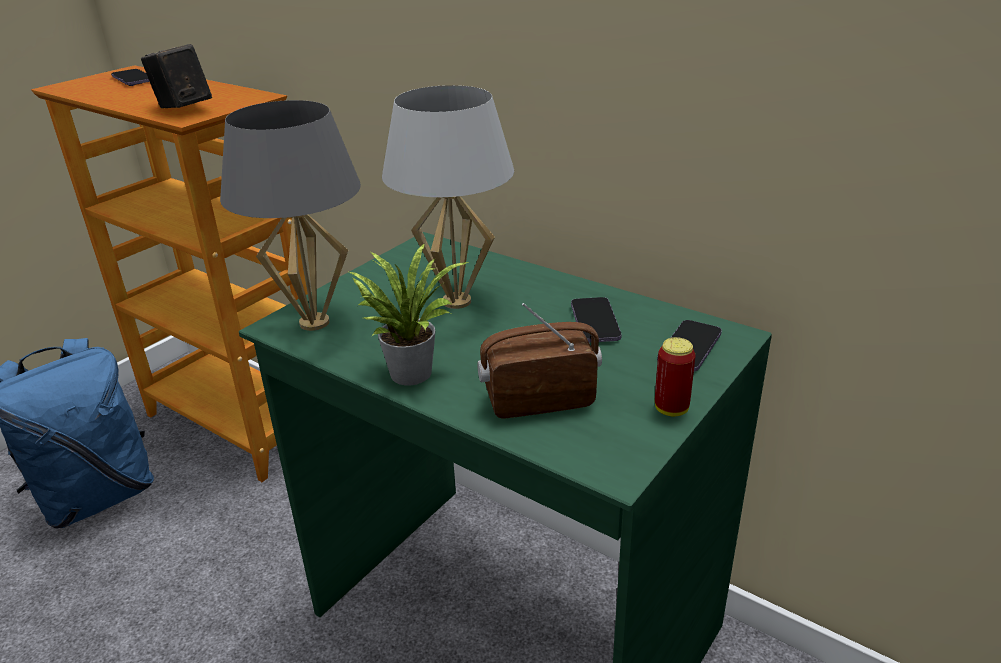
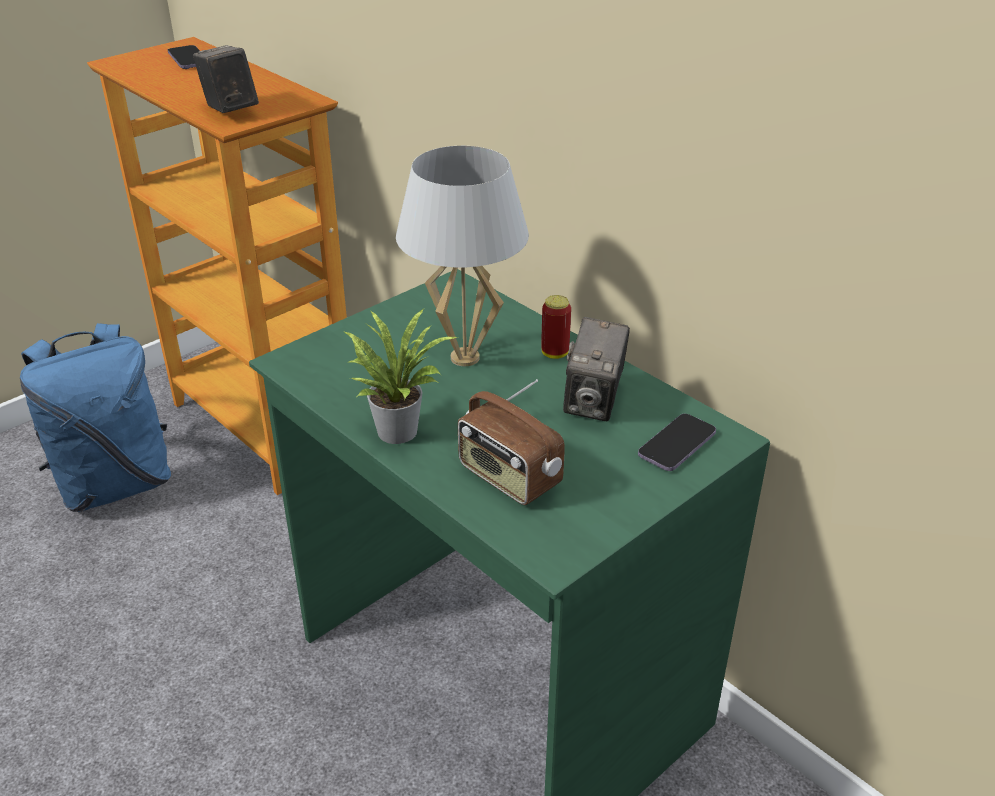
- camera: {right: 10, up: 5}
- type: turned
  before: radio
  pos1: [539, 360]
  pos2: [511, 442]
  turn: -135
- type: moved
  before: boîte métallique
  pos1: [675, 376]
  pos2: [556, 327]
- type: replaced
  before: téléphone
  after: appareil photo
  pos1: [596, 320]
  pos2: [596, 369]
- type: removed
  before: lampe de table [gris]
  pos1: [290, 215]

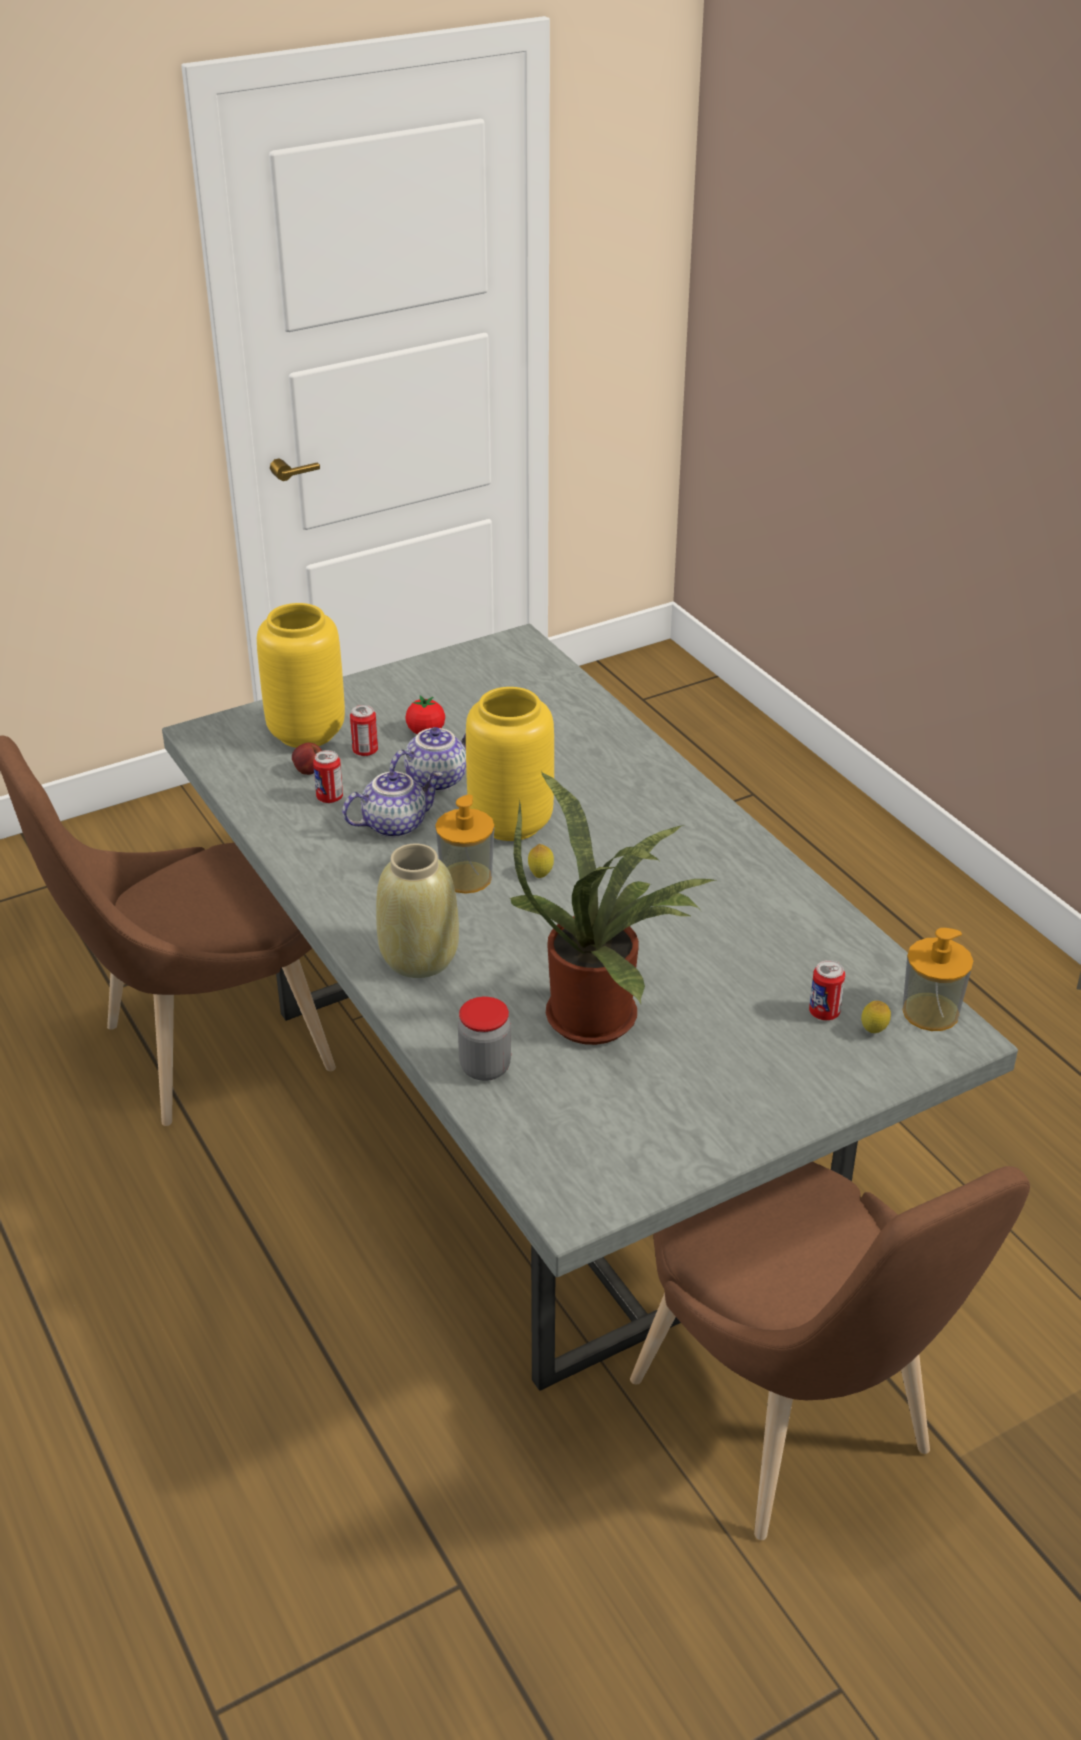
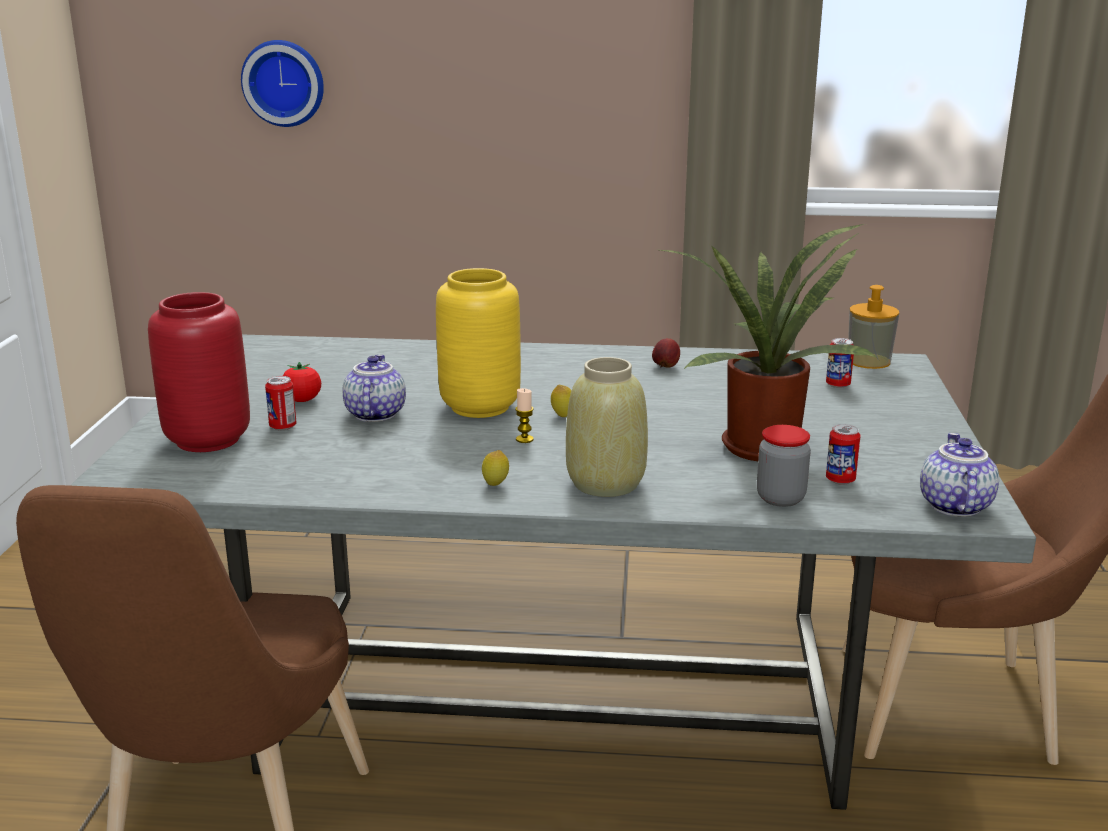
- camera: {right: -55, up: -15}
- type: recoloured
  before: vase [jaune]
  after: vase [rouge]
  pos1: [301, 675]
  pos2: [199, 372]
- type: added
  after: horloge murale
  pos2: [282, 83]
- type: moved
  before: citron
  pos1: [876, 1017]
  pos2: [495, 468]
- type: replaced
  before: distributeur de savon
  after: bougie
  pos1: [464, 844]
  pos2: [524, 415]
- type: moved
  before: pomme
  pos1: [307, 759]
  pos2: [666, 352]
- type: moved
  before: boîte métallique
  pos1: [328, 776]
  pos2: [843, 454]
- type: moved
  before: théière
  pos1: [393, 804]
  pos2: [959, 475]

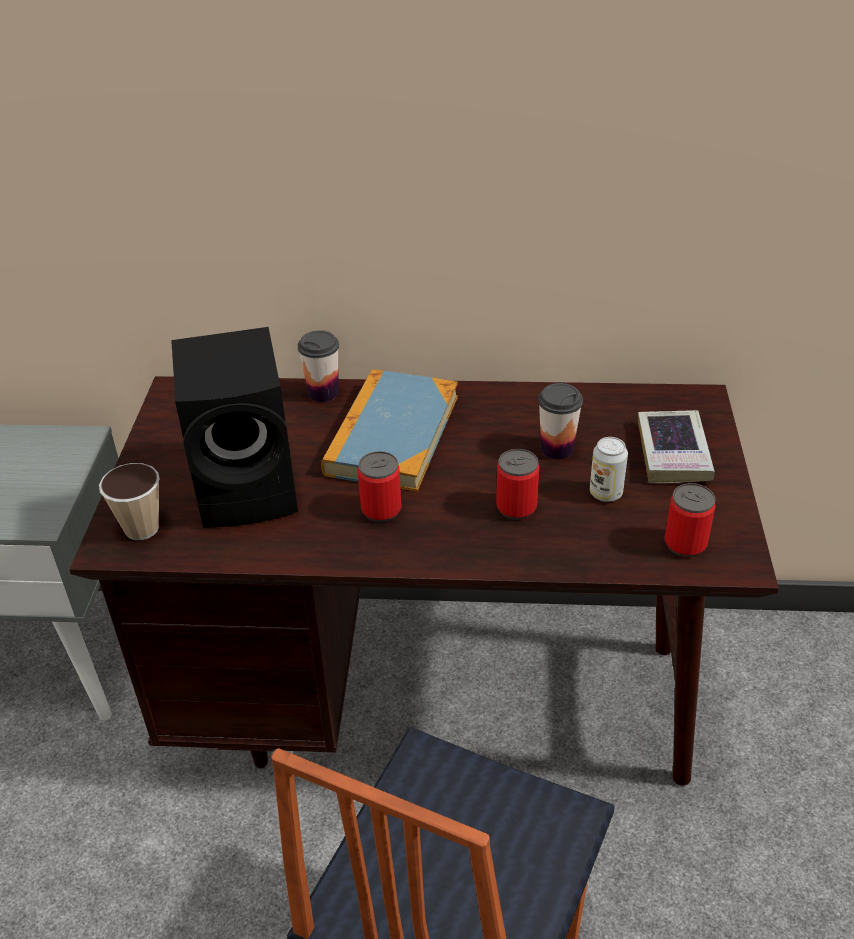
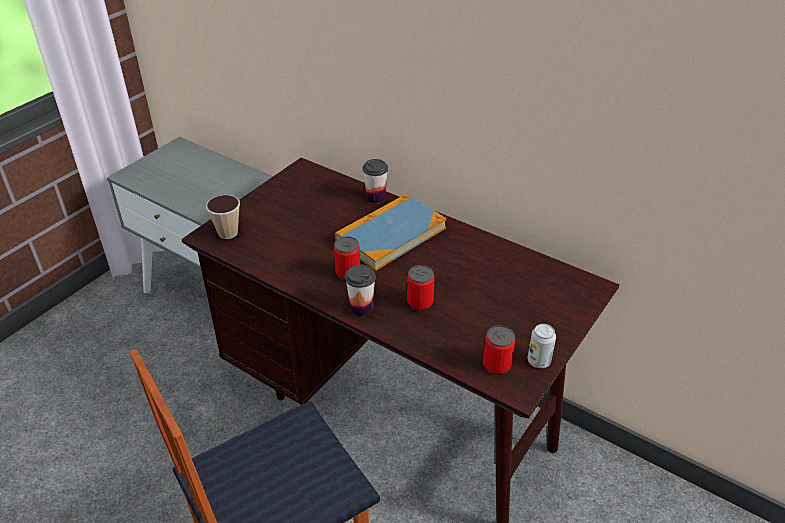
- camera: {right: 30, up: 0}
- type: moved
  before: tasse
  pos1: [560, 421]
  pos2: [360, 290]
- type: moved
  before: boîte métallique
  pos1: [609, 469]
  pos2: [542, 346]
- type: removed
  before: enceinte [noir]
  pos1: [234, 427]
- type: removed
  before: livre
  pos1: [676, 446]

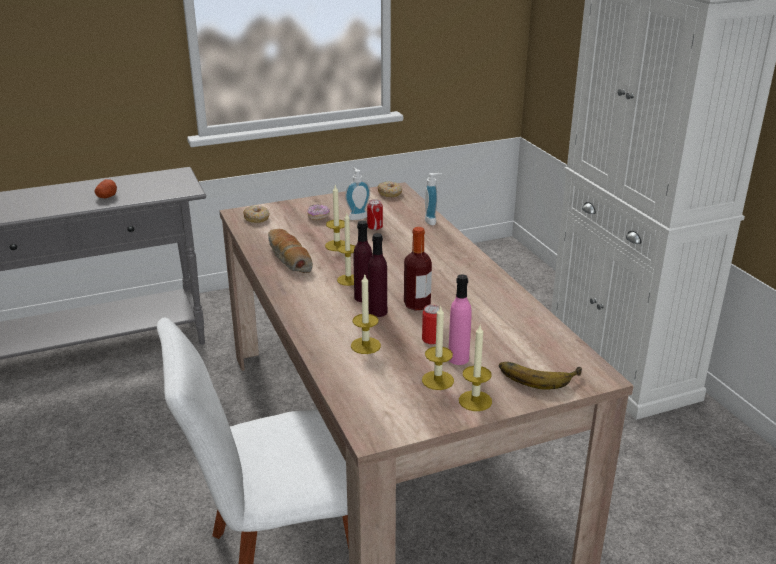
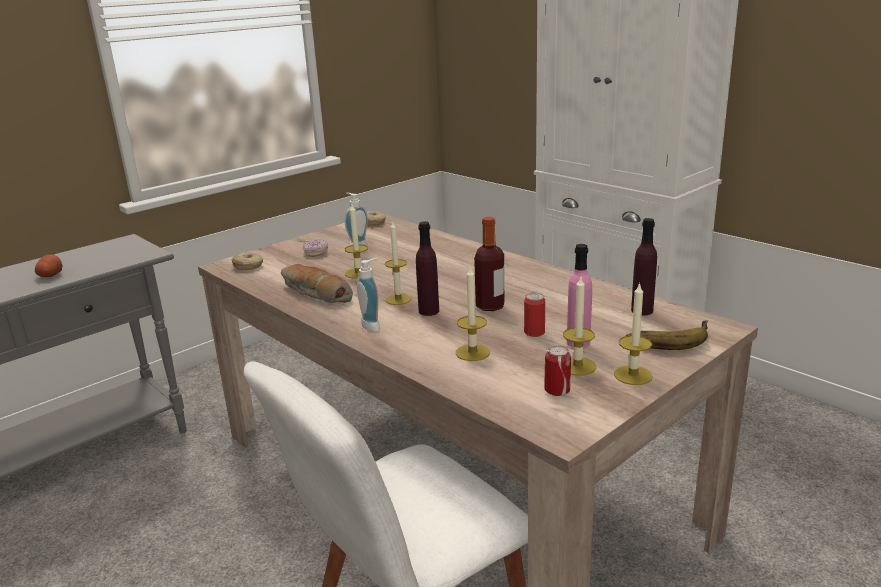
- camera: {right: -20, up: -5}
- type: moved
  before: distributeur de savon
  pos1: [433, 199]
  pos2: [368, 295]
- type: moved
  before: boîte métallique
  pos1: [375, 214]
  pos2: [557, 370]
- type: moved
  before: bouteille [violet]
  pos1: [377, 275]
  pos2: [644, 266]

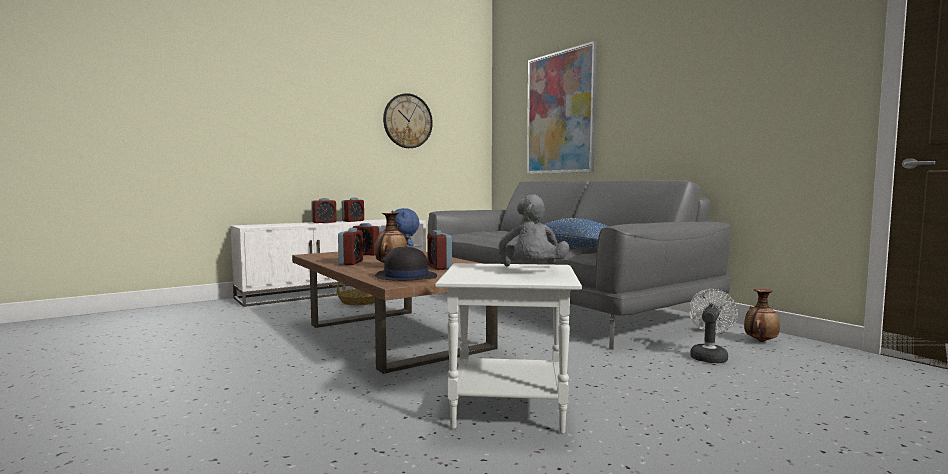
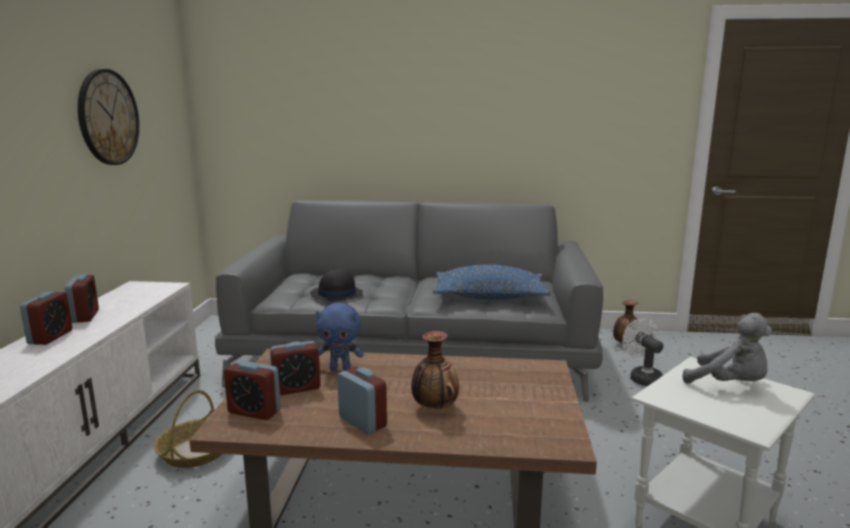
- camera: {right: -50, up: 10}
- type: moved
  before: réveil
  pos1: [439, 250]
  pos2: [252, 390]
- type: moved
  before: chapeau [noir]
  pos1: [406, 263]
  pos2: [336, 284]
- type: removed
  before: tableau
  pos1: [562, 107]

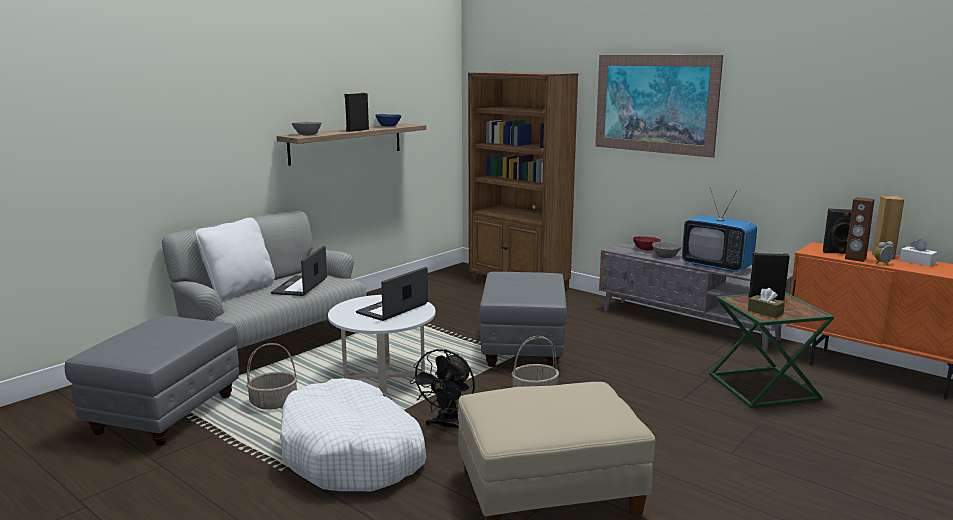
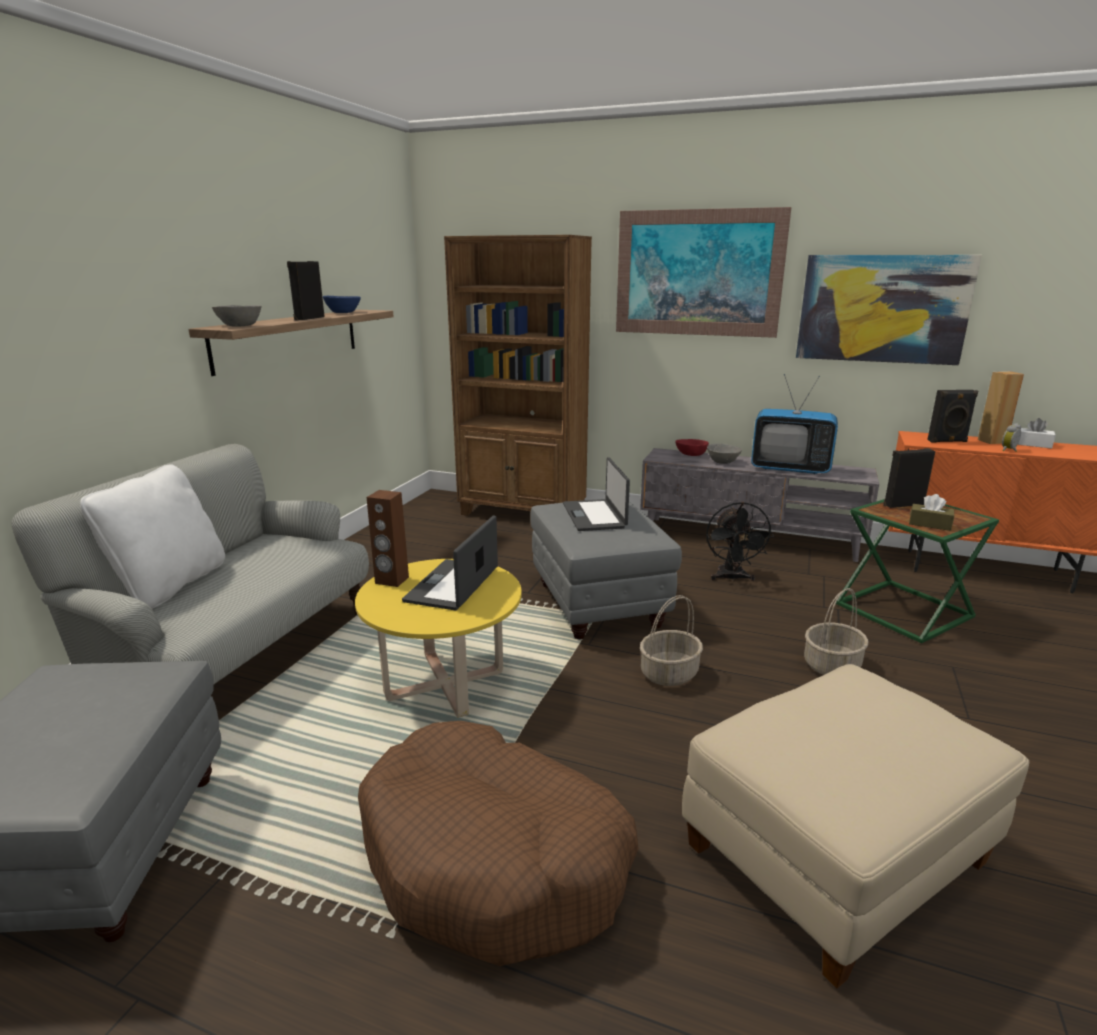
- camera: {right: -20, up: 5}
- type: recoloured
  before: table basse [blanc]
  after: table basse [jaune]
  pos1: [382, 344]
  pos2: [438, 638]
- type: recoloured
  before: panier pour chien [blanc]
  after: panier pour chien [marron]
  pos1: [353, 434]
  pos2: [498, 843]
- type: moved
  before: enceinte [marron]
  pos1: [860, 229]
  pos2: [387, 538]
- type: moved
  before: ordinateur portable
  pos1: [299, 271]
  pos2: [596, 494]
- type: moved
  before: ventilateur [noir]
  pos1: [442, 389]
  pos2: [740, 542]
- type: added
  after: tableau
  pos2: [889, 310]
- type: moved
  before: panier
  pos1: [272, 376]
  pos2: [836, 631]

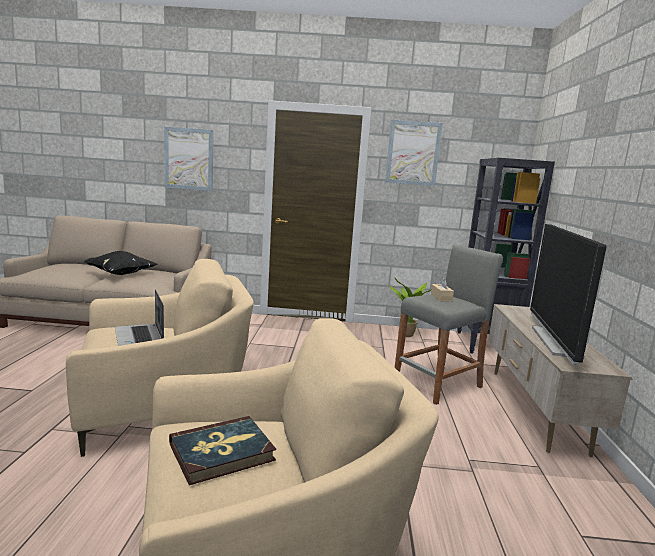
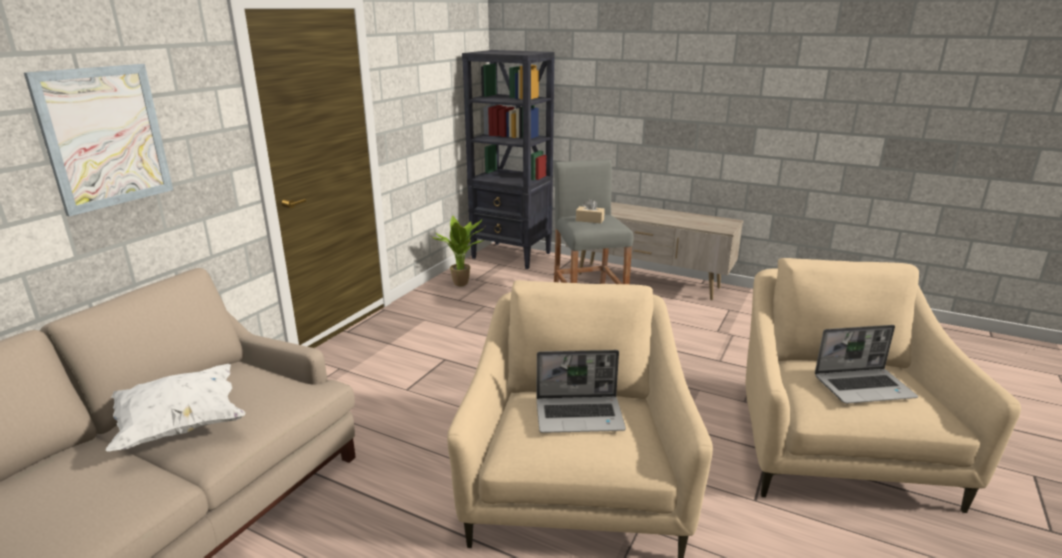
- camera: {right: -65, up: 10}
- type: recoloured
  before: coussin [noir]
  after: coussin [blanc]
  pos1: [120, 263]
  pos2: [175, 408]
- type: replaced
  before: livre
  after: ordinateur portable
  pos1: [222, 450]
  pos2: [866, 364]
- type: removed
  before: tableau
  pos1: [414, 153]
- type: removed
  before: téléviseur
  pos1: [568, 294]

